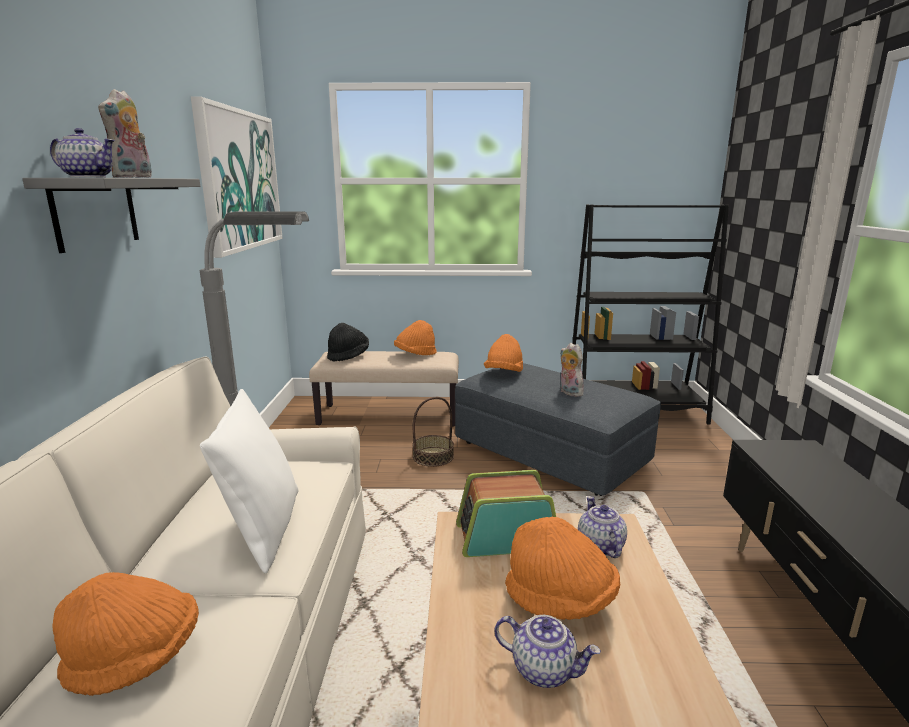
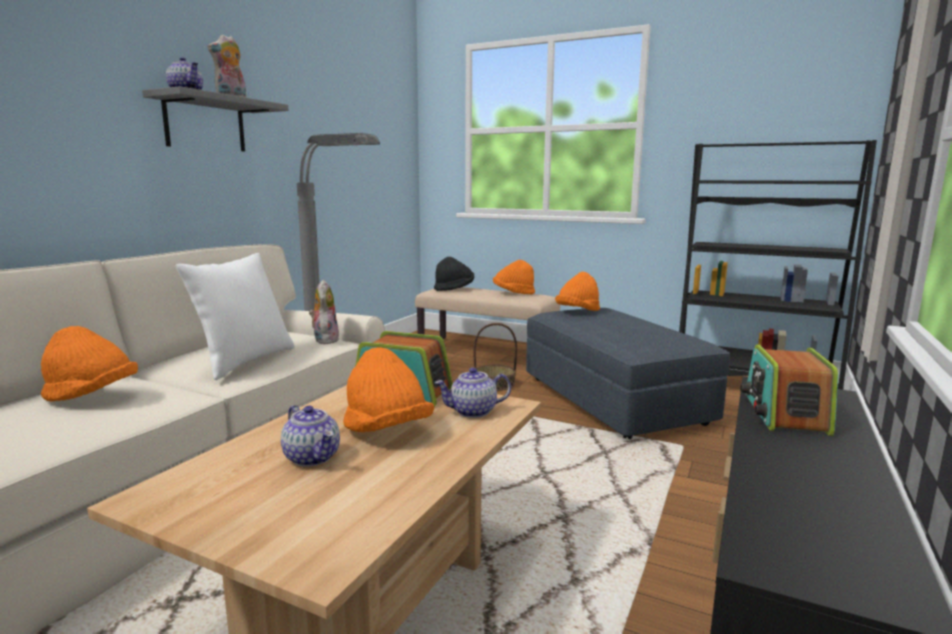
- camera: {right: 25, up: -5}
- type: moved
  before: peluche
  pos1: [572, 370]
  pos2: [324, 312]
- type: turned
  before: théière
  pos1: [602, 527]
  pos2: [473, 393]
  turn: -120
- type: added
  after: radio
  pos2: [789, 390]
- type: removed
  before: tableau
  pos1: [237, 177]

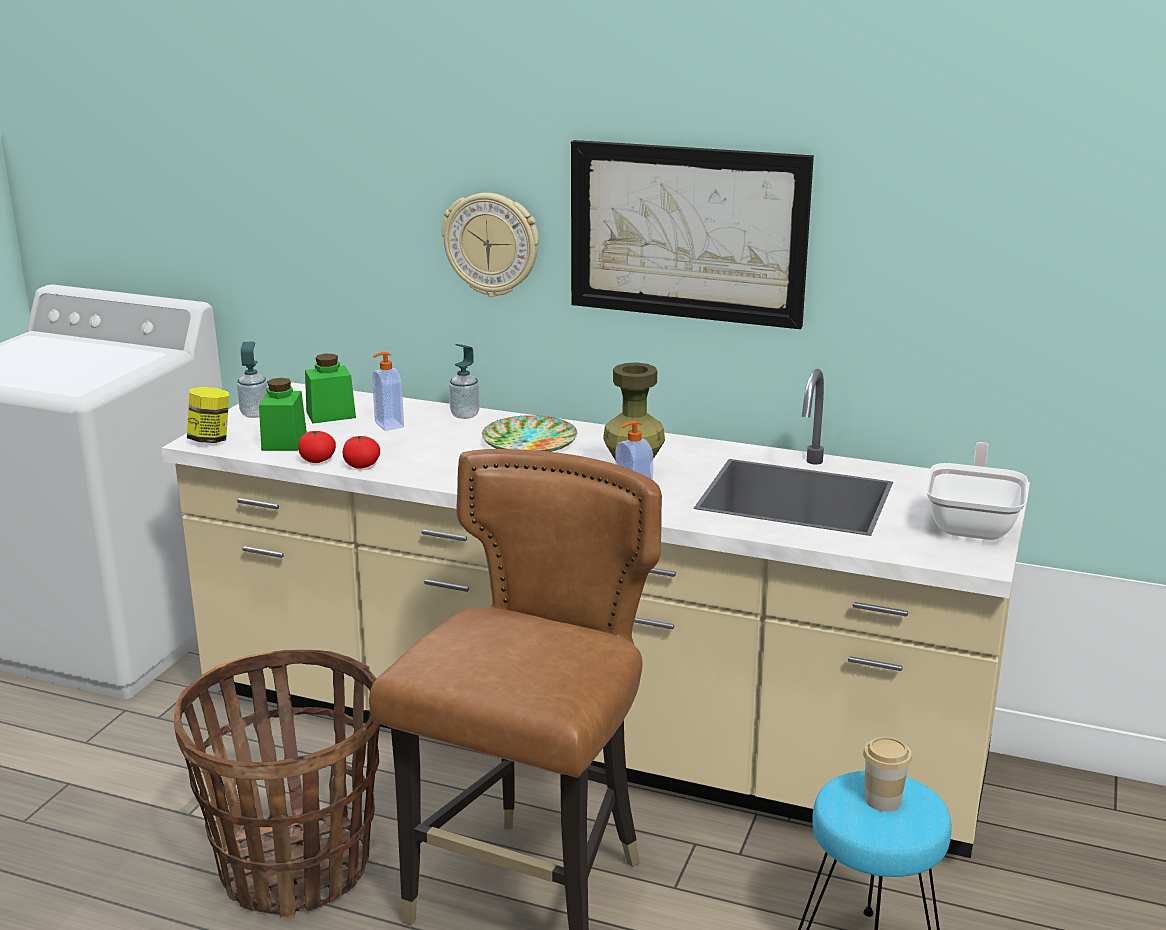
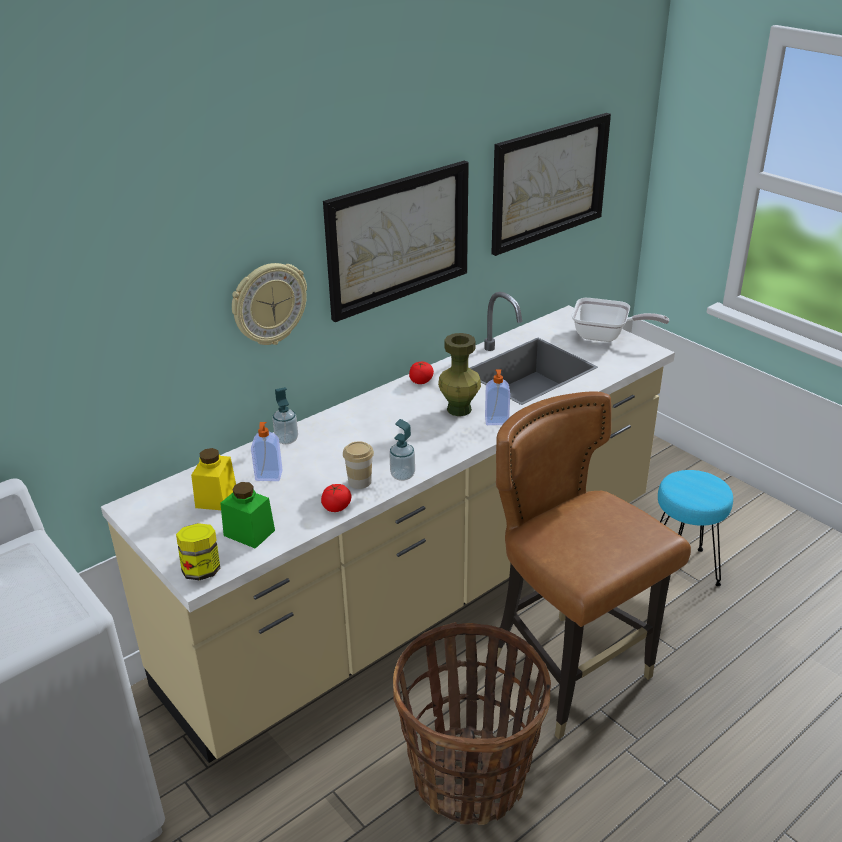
- camera: {right: -60, up: 10}
- type: recoloured
  before: bocal [vert]
  after: bocal [jaune]
  pos1: [330, 388]
  pos2: [213, 479]
- type: moved
  before: tasse
  pos1: [887, 774]
  pos2: [358, 465]
- type: moved
  before: distributeur de savon
  pos1: [252, 380]
  pos2: [402, 450]
- type: moved
  before: tomate
  pos1: [317, 447]
  pos2: [421, 373]
- type: added
  after: tableau
  pos2: [551, 184]
- type: turned
  before: poêle
  pos1: [977, 491]
  pos2: [620, 320]
  turn: 150
- type: removed
  before: assiette
  pos1: [529, 433]

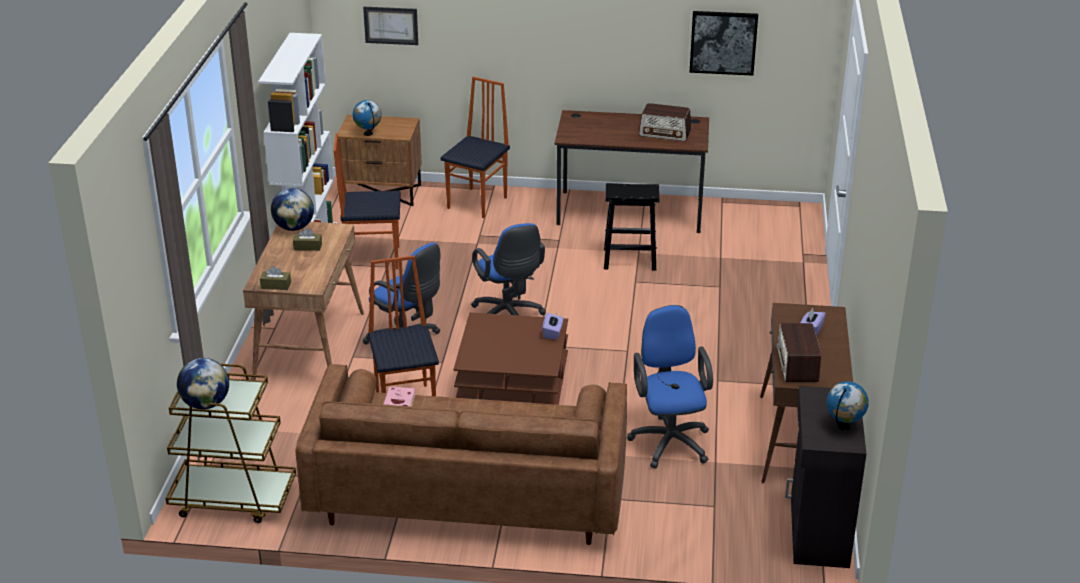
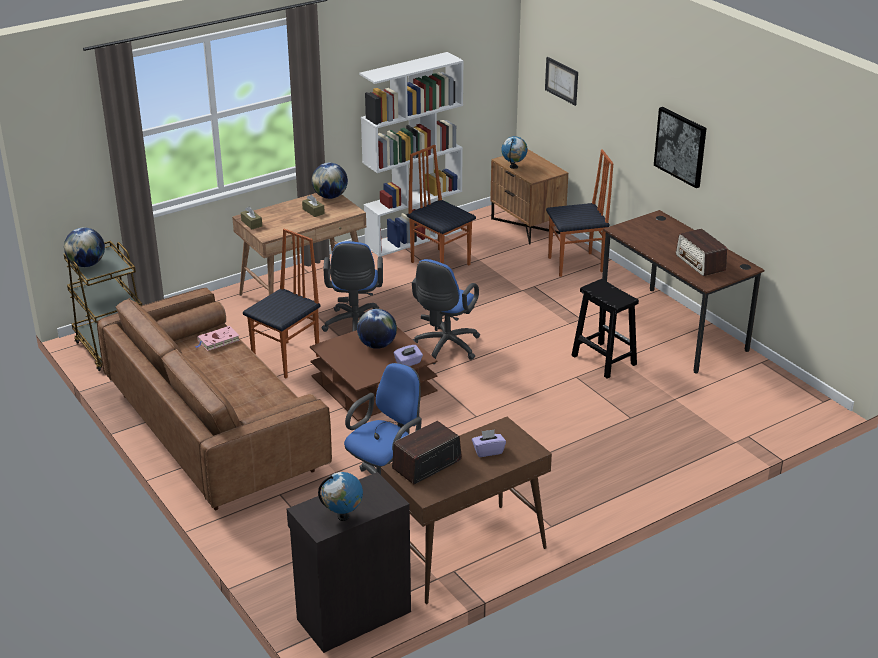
- camera: {right: 50, up: 0}
- type: added
  after: globe
  pos2: [377, 329]
- type: moved
  before: tableau
  pos1: [724, 43]
  pos2: [680, 147]

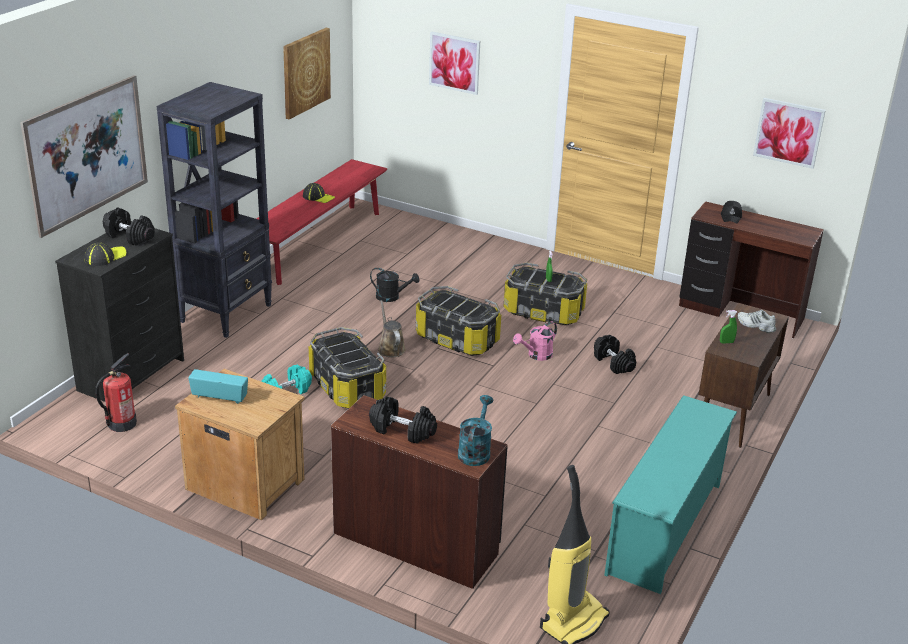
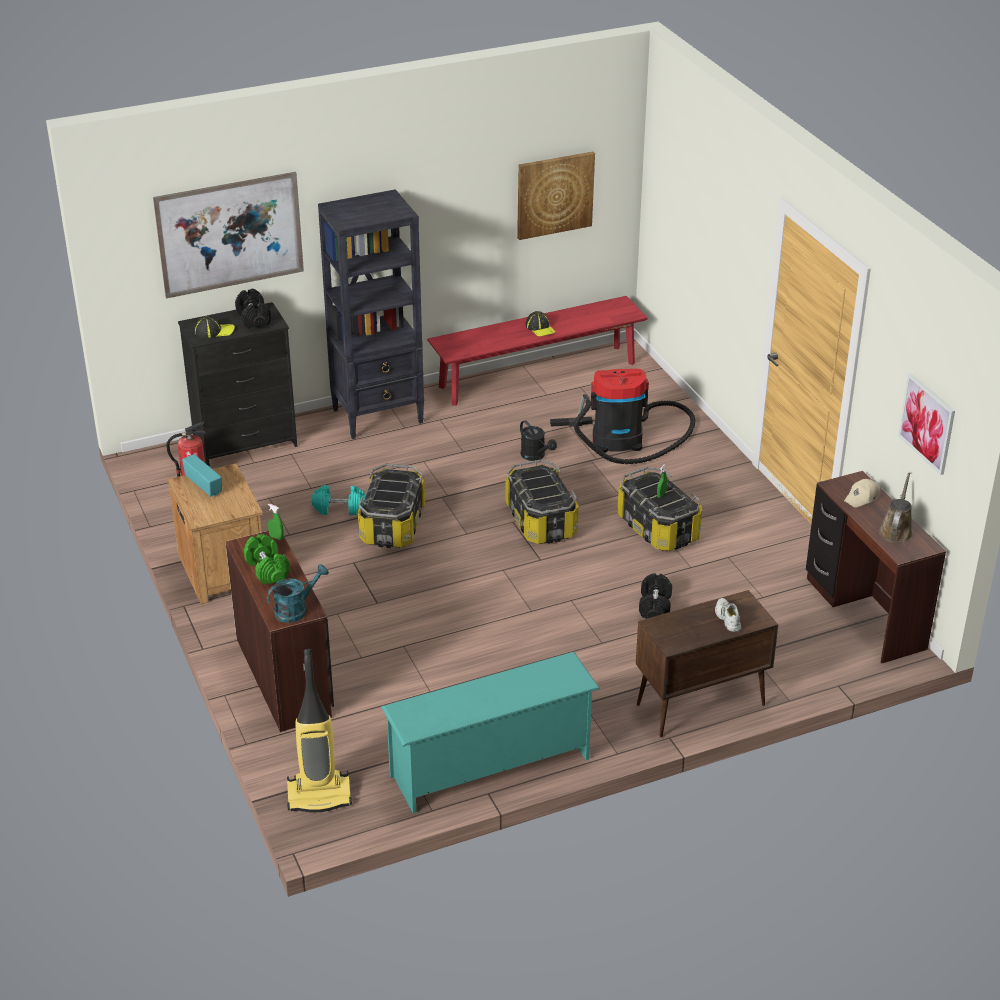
- camera: {right: 40, up: 5}
- type: recoloured
  before: haltère [noir]
  after: haltère [vert]
  pos1: [403, 420]
  pos2: [267, 559]
- type: moved
  before: vaporisateur [vert]
  pos1: [728, 326]
  pos2: [276, 522]
- type: added
  after: aspirateur
  pos2: [622, 416]
- type: recoloured
  before: casquette [noir]
  after: casquette [beige]
  pos1: [731, 212]
  pos2: [862, 493]
- type: moved
  before: arrosoir [marron]
  pos1: [392, 328]
  pos2: [896, 507]
- type: removed
  before: tableau
  pos1: [454, 63]
- type: removed
  before: arrosoir [rose]
  pos1: [535, 341]

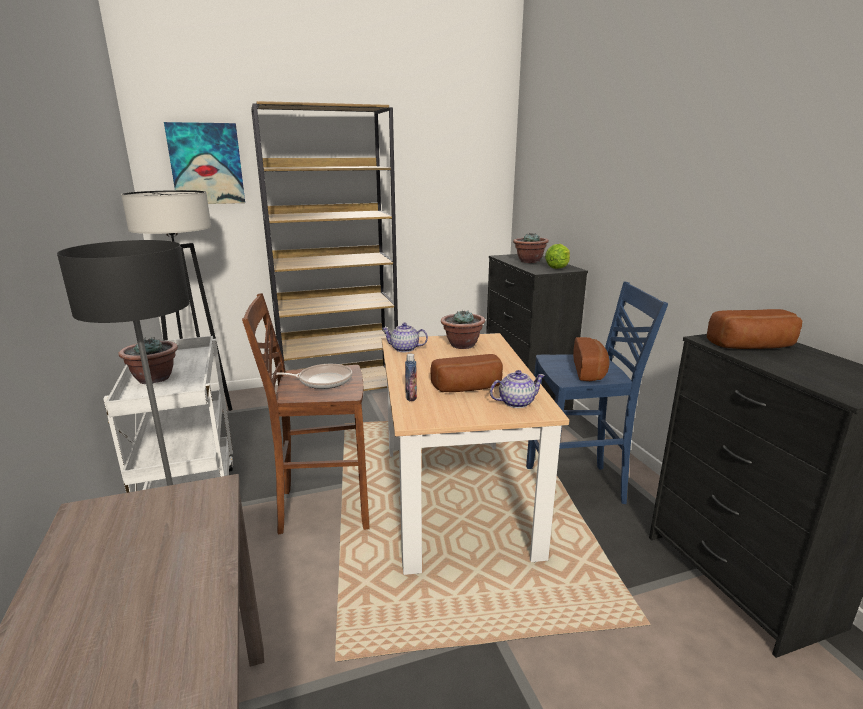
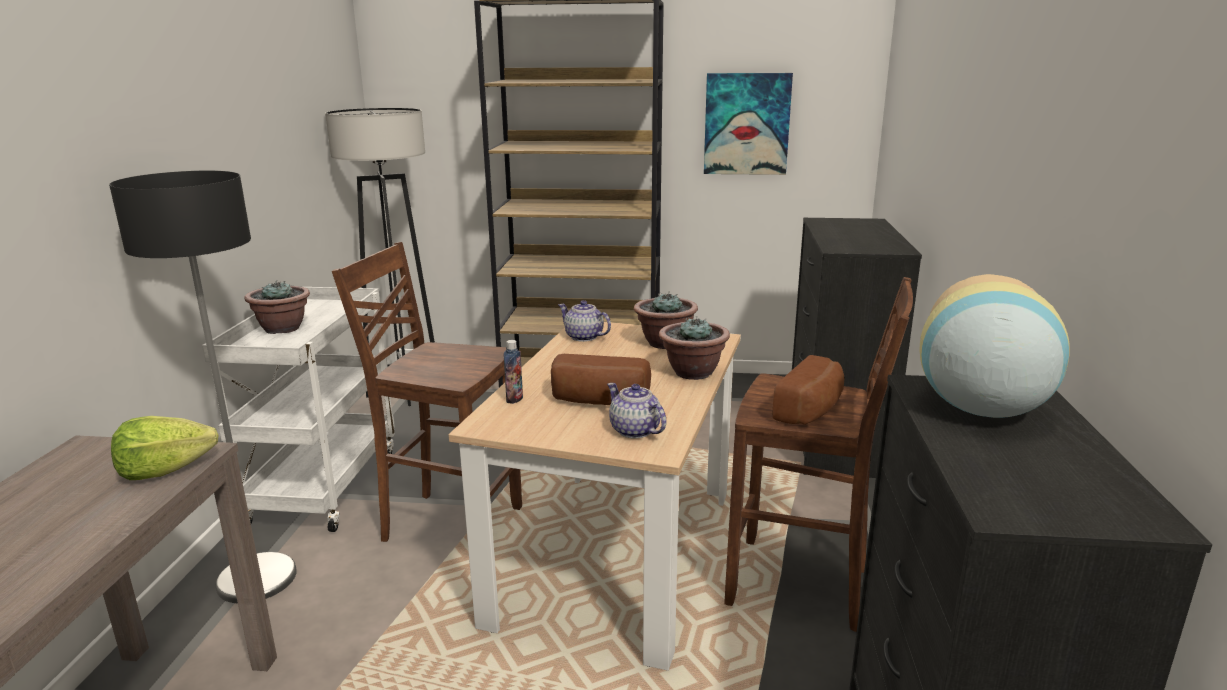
- camera: {right: 25, up: 0}
- type: moved
  before: laitue
  pos1: [557, 256]
  pos2: [165, 448]
- type: turned
  before: théière
  pos1: [517, 389]
  pos2: [636, 411]
  turn: -135
- type: moved
  before: plante en pot
  pos1: [531, 248]
  pos2: [694, 348]
- type: moved
  before: tableau
  pos1: [204, 163]
  pos2: [748, 124]
- type: recoloured
  before: tabouret [bleu]
  after: tabouret [marron]
  pos1: [597, 393]
  pos2: [819, 454]
- type: replaced
  before: pain
  after: vase
  pos1: [754, 329]
  pos2: [994, 346]
- type: removed
  before: poêle
  pos1: [312, 376]

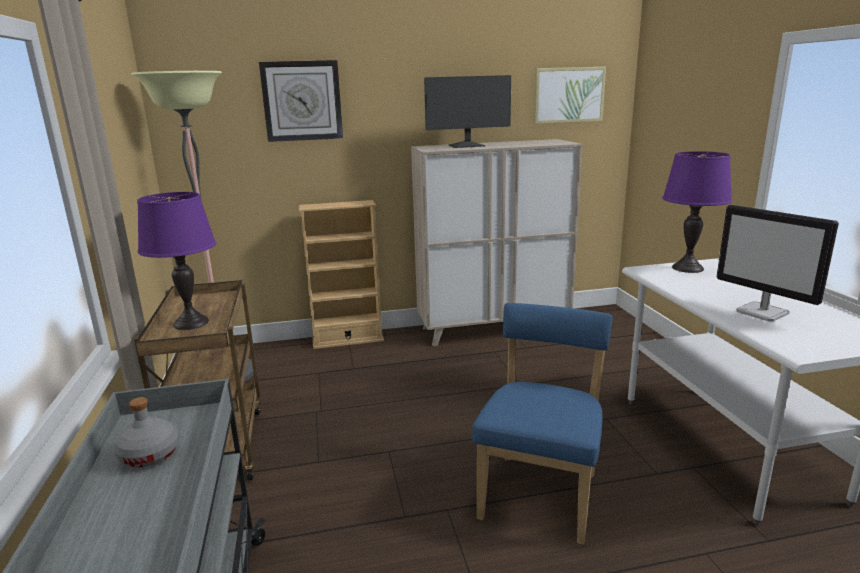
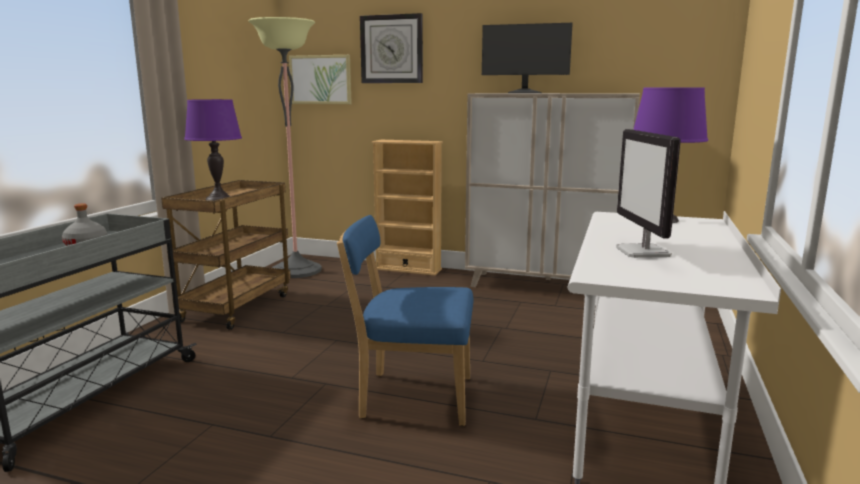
- camera: {right: 30, up: -5}
- type: moved
  before: tableau
  pos1: [570, 95]
  pos2: [320, 79]
- type: turned
  before: chaise [bleu]
  pos1: [542, 424]
  pos2: [405, 320]
  turn: -135

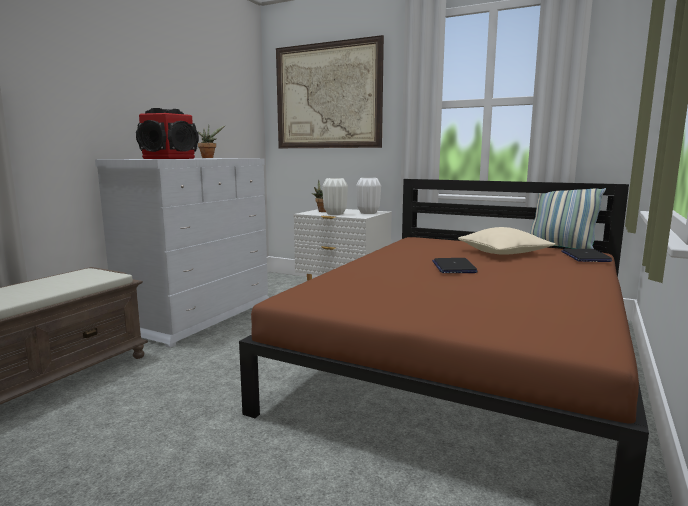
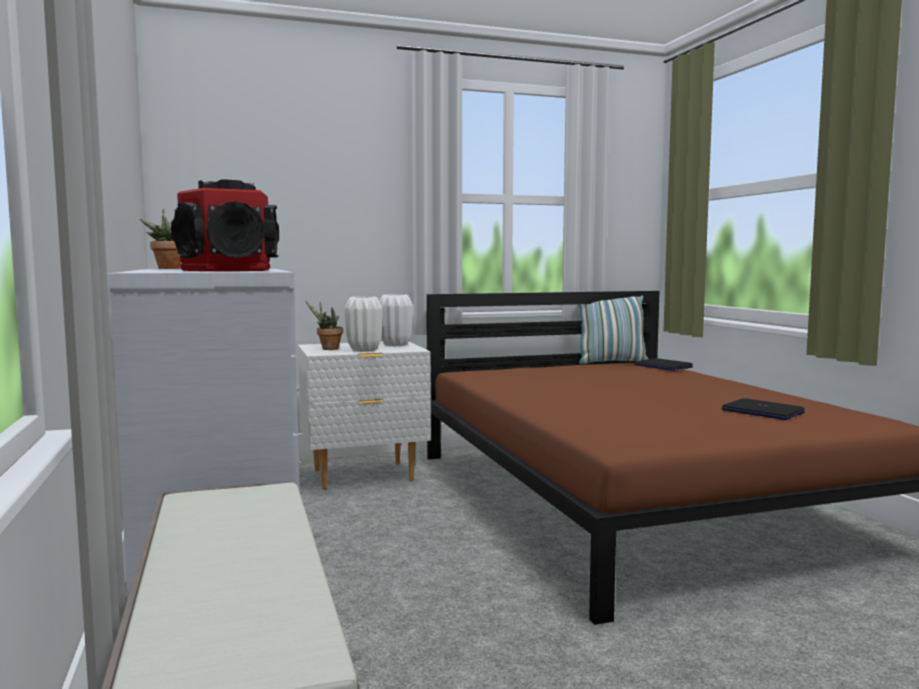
- camera: {right: -45, up: -5}
- type: moved
  before: ordinateur portable
  pos1: [455, 265]
  pos2: [763, 409]
- type: removed
  before: tableau
  pos1: [330, 91]
- type: removed
  before: coussin [beige]
  pos1: [506, 240]

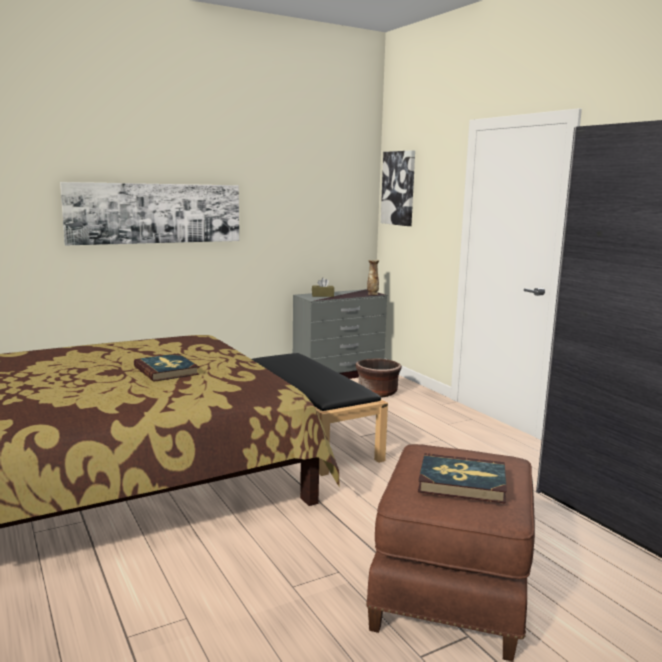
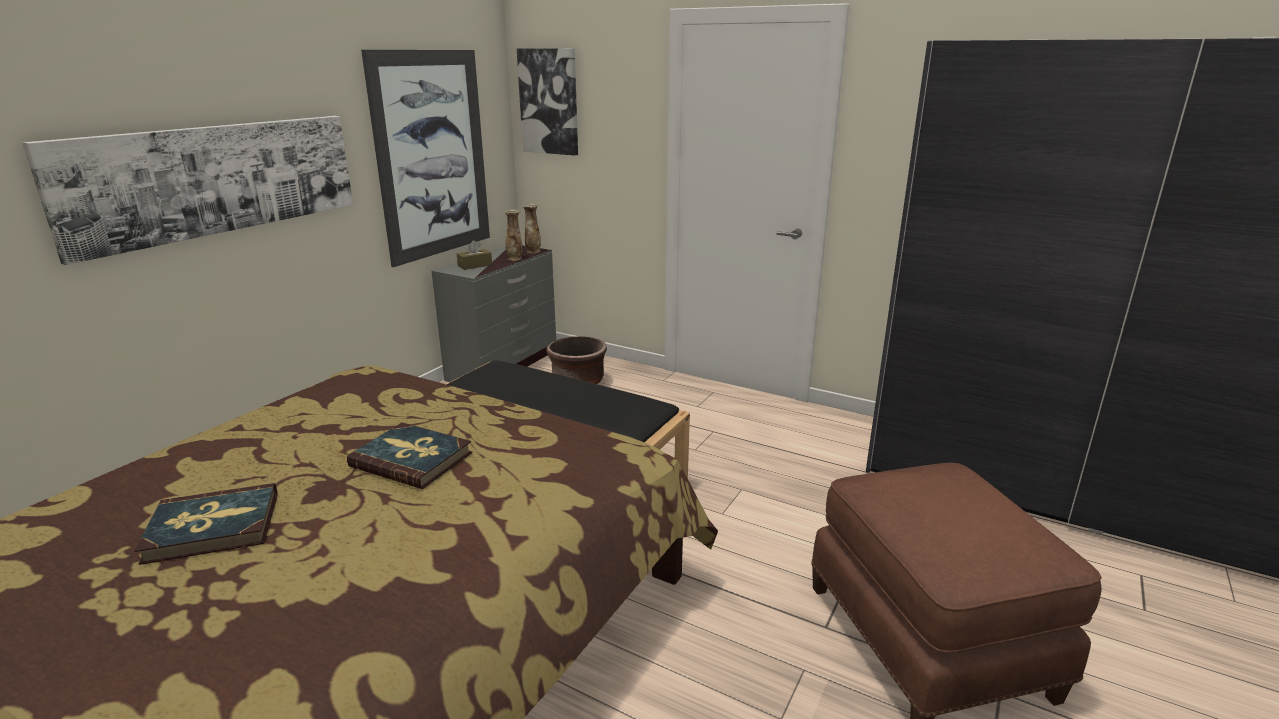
- camera: {right: -30, up: 10}
- type: moved
  before: livre
  pos1: [462, 478]
  pos2: [206, 524]
- type: added
  after: tableau
  pos2: [425, 158]
- type: added
  after: vase
  pos2: [513, 235]

